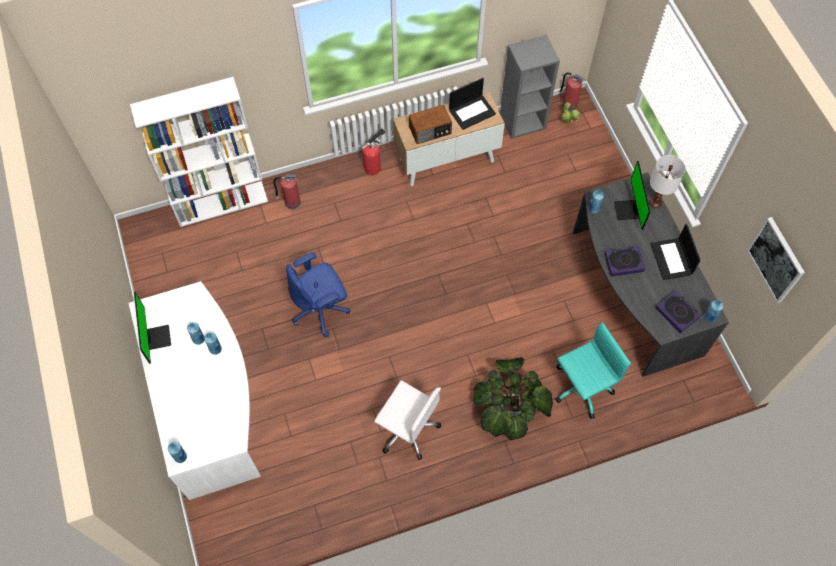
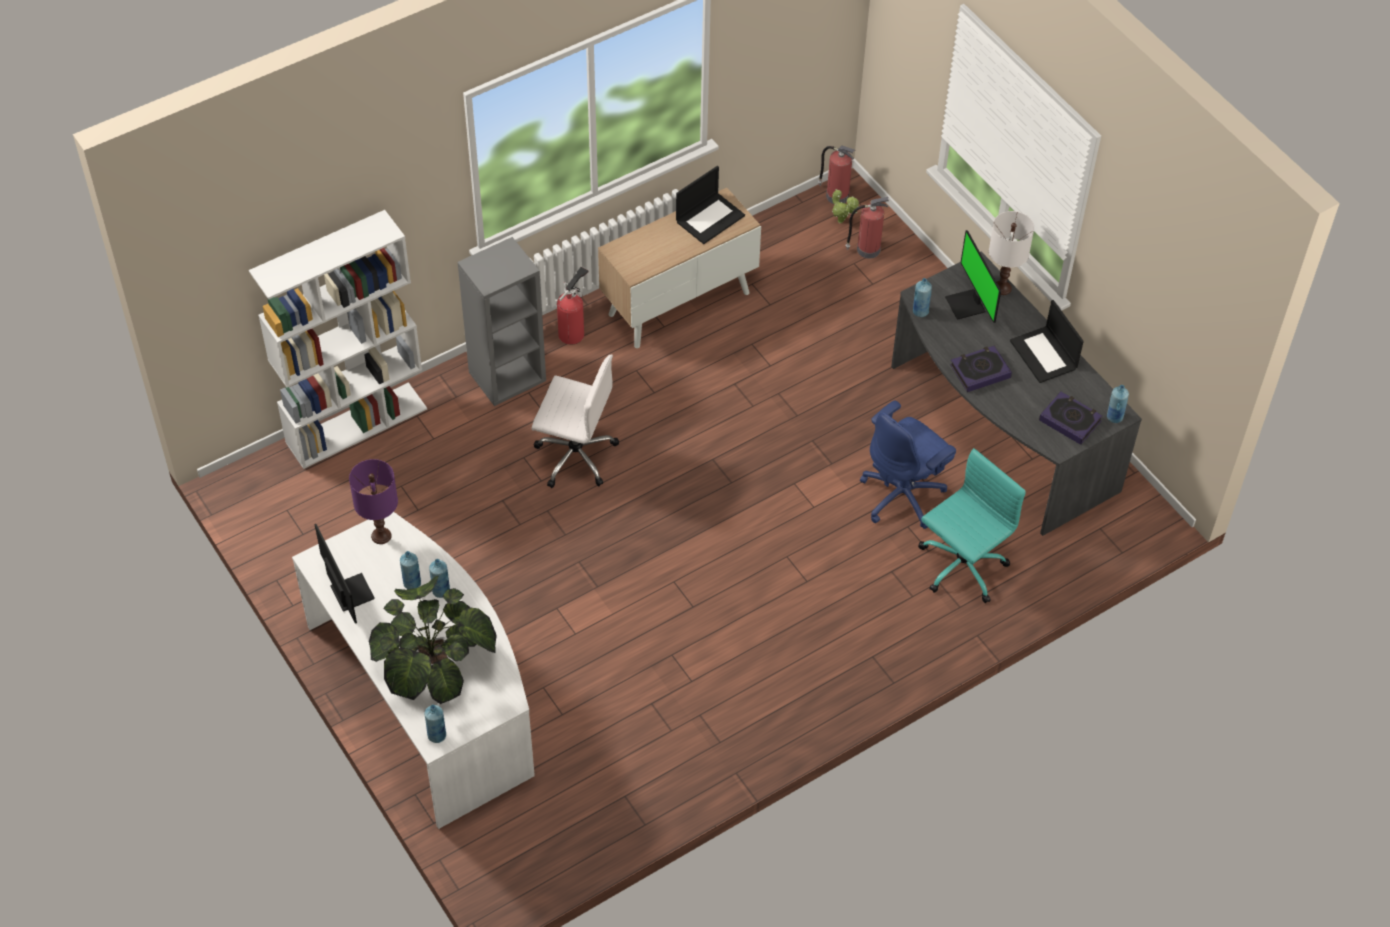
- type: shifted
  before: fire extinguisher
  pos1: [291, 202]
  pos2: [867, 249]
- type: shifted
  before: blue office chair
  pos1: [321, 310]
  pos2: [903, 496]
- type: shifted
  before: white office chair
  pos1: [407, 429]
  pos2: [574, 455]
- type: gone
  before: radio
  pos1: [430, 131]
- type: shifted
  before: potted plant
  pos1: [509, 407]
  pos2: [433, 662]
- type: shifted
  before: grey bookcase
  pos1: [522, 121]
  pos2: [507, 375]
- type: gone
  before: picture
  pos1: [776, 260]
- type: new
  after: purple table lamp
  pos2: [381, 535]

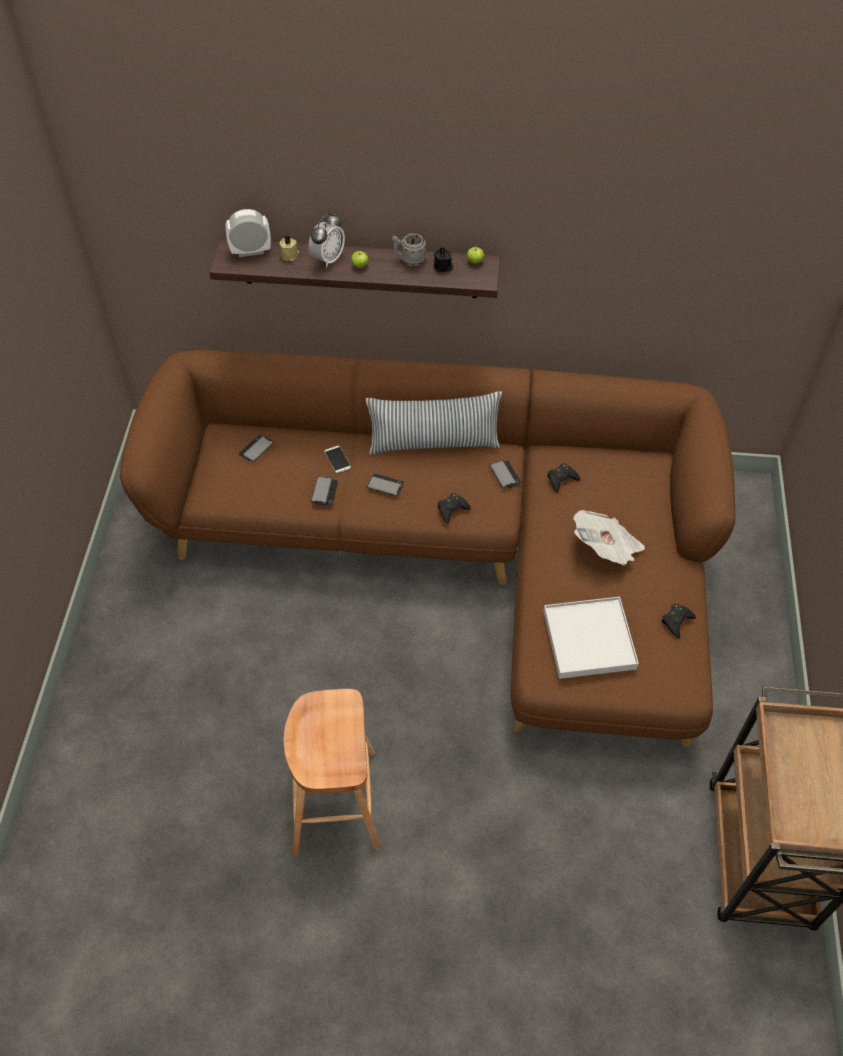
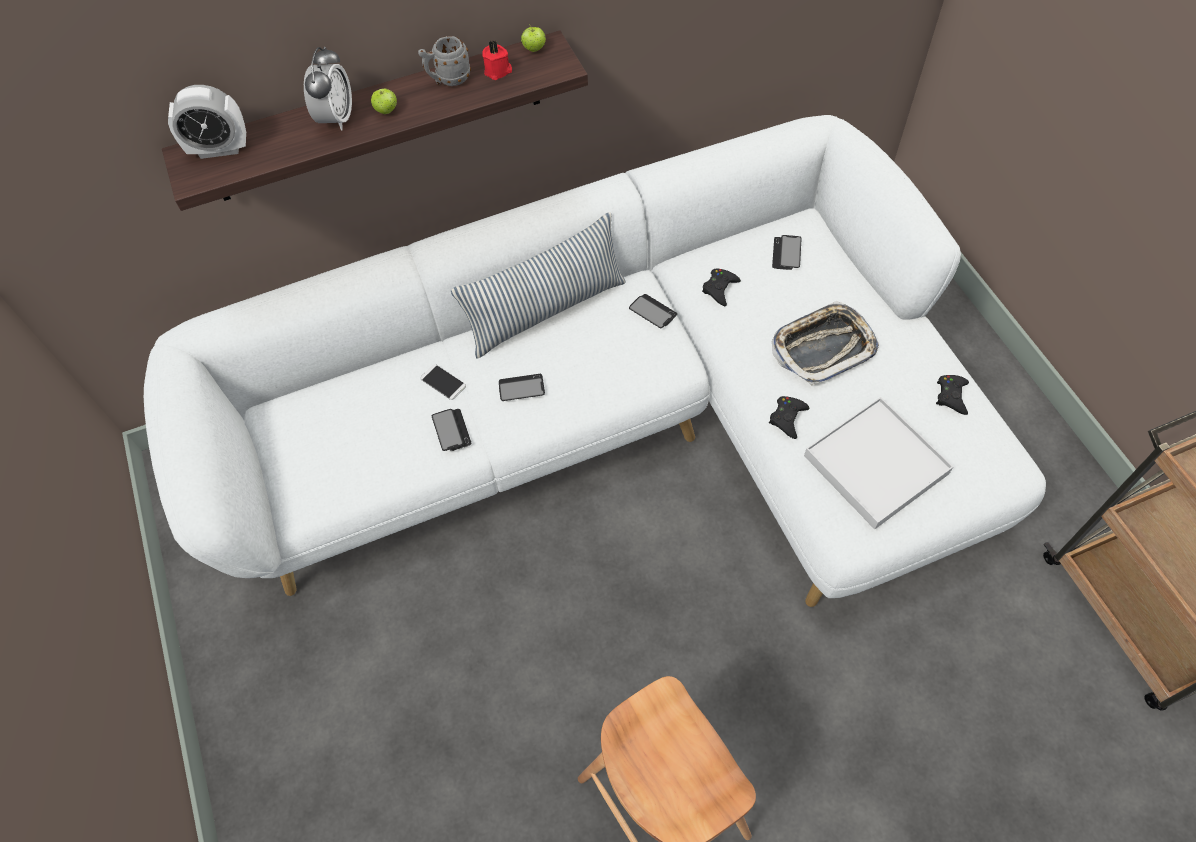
- type: repainted
  before: brown sofa
  after: white sofa
  pos1: [465, 552]
  pos2: [627, 423]
- type: rotated
  before: alarm clock
  pos1: [251, 251]
  pos2: [219, 149]
  turn: -150
- type: shifted
  before: phone
  pos1: [256, 449]
  pos2: [786, 253]
- type: gone
  before: beige candle
  pos1: [290, 255]
- type: repainted
  before: black candle
  after: red candle
  pos1: [443, 267]
  pos2: [498, 71]
- type: shifted
  before: black game controller
  pos1: [452, 509]
  pos2: [787, 418]
- type: swapped
  before: newspaper
  after: tray
  pos1: [606, 548]
  pos2: [823, 347]

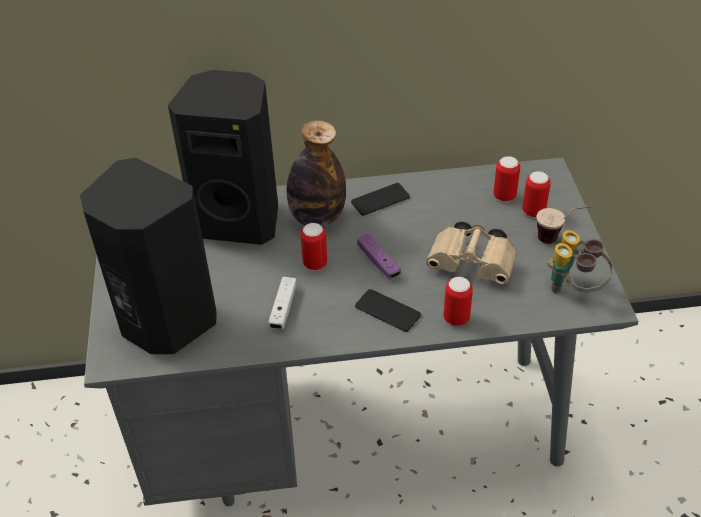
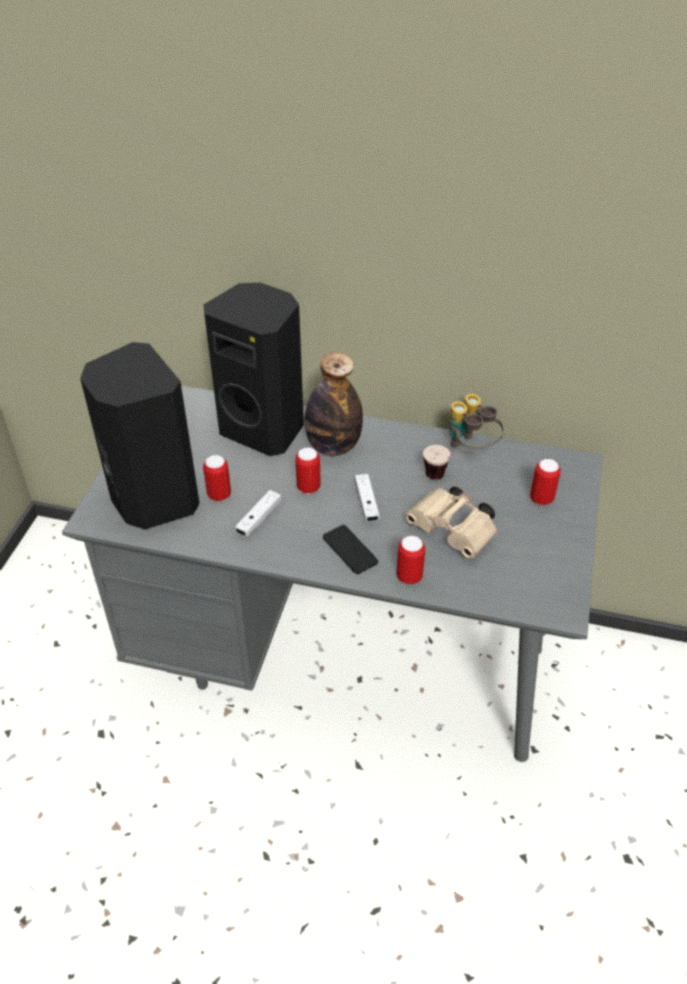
- type: gone
  before: phone
  pos1: [380, 200]
- type: repainted
  before: purple game controller
  after: white game controller
  pos1: [378, 262]
  pos2: [366, 503]
- type: shifted
  before: can
  pos1: [504, 196]
  pos2: [219, 495]
- type: shifted
  before: cup
  pos1: [559, 238]
  pos2: [445, 477]
- type: shifted
  before: binoculars
  pos1: [574, 288]
  pos2: [471, 449]

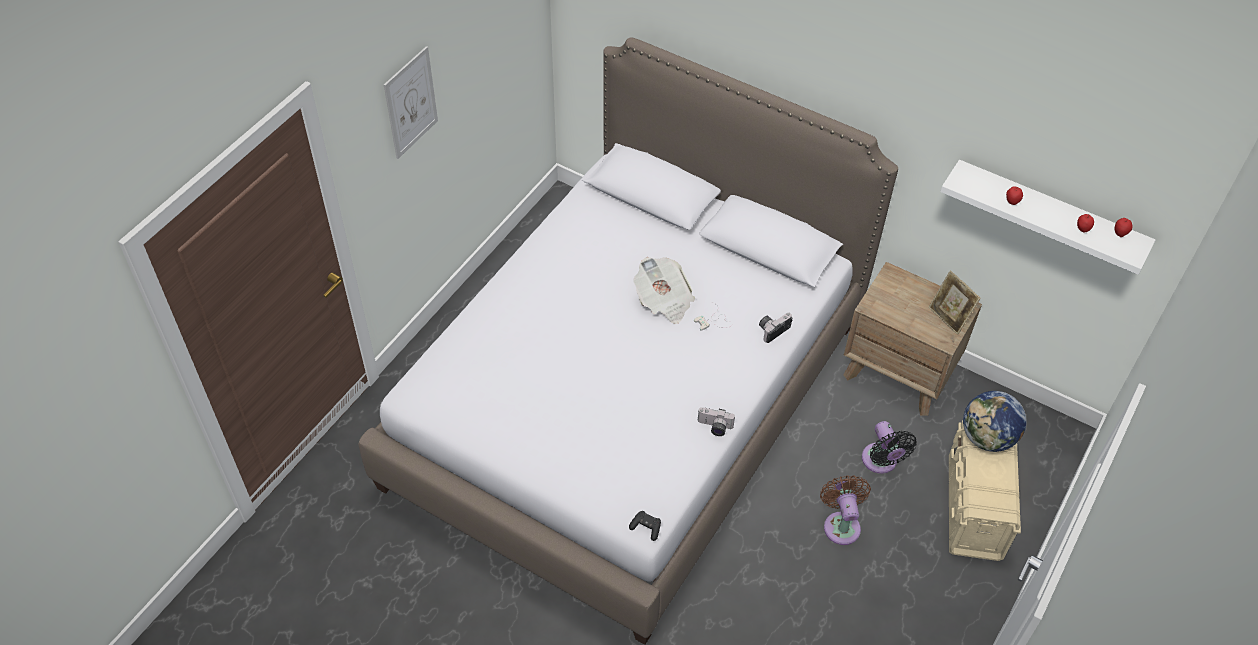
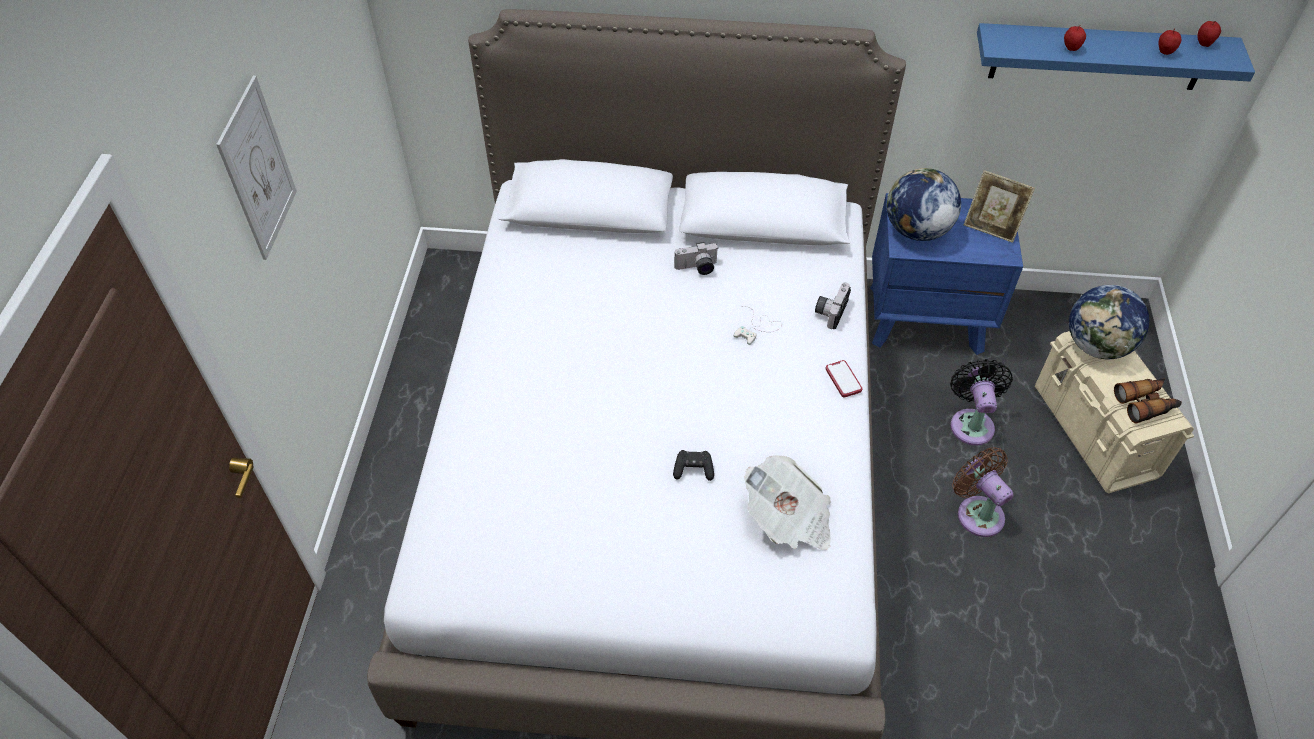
- type: shifted
  before: black game controller
  pos1: [646, 528]
  pos2: [693, 469]
- type: shifted
  before: newspaper
  pos1: [664, 300]
  pos2: [788, 519]
- type: shifted
  before: photo camera
  pos1: [714, 427]
  pos2: [697, 268]
- type: repainted
  before: brown nightstand
  after: blue nightstand
  pos1: [899, 373]
  pos2: [926, 318]
- type: rotated
  before: black fan
  pos1: [881, 462]
  pos2: [971, 423]
  turn: -135
- type: repainted
  before: white shelf
  after: blue shelf
  pos1: [1048, 215]
  pos2: [1099, 57]
- type: new
  after: phone
  pos2: [843, 379]
- type: new
  after: globe
  pos2: [916, 230]
- type: new
  after: binoculars
  pos2: [1145, 404]

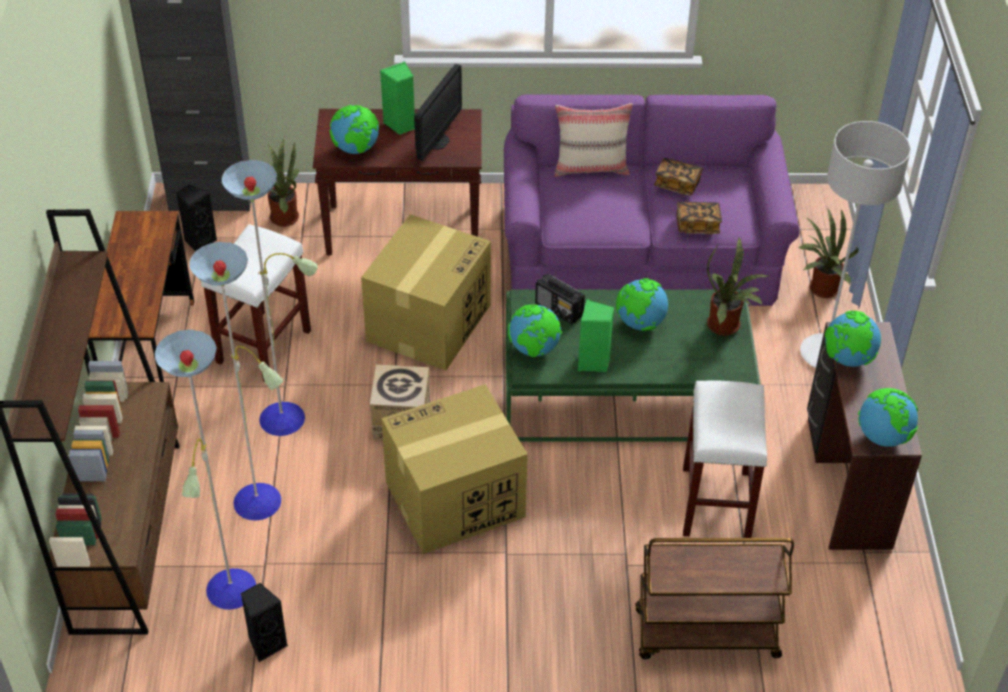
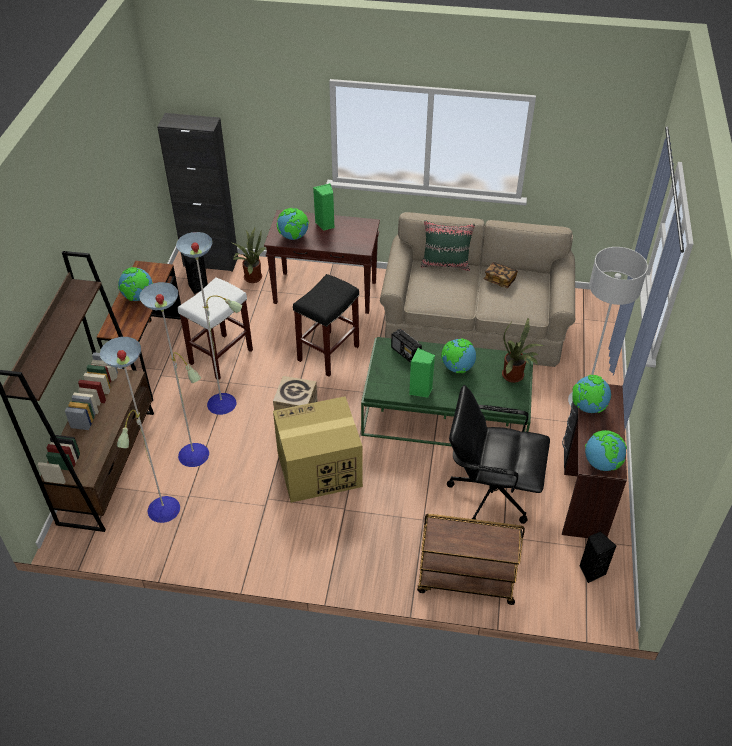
- type: shifted
  before: black speaker
  pos1: [266, 643]
  pos2: [591, 571]
- type: swapped
  before: cardboard box
  after: black stool
  pos1: [429, 322]
  pos2: [328, 352]
- type: gone
  before: monitor
  pos1: [437, 141]
- type: repainted
  before: purple sofa
  after: beige sofa
  pos1: [640, 253]
  pos2: [475, 323]
- type: shifted
  before: globe
  pos1: [534, 350]
  pos2: [138, 297]
- type: repainted
  before: beige pillow
  after: green pillow
  pos1: [591, 167]
  pos2: [446, 264]
- type: gone
  before: book
  pos1: [697, 225]
- type: swapped
  before: white stool
  after: black office chair
  pos1: [715, 502]
  pos2: [490, 492]
- type: gone
  before: potted plant
  pos1: [820, 289]

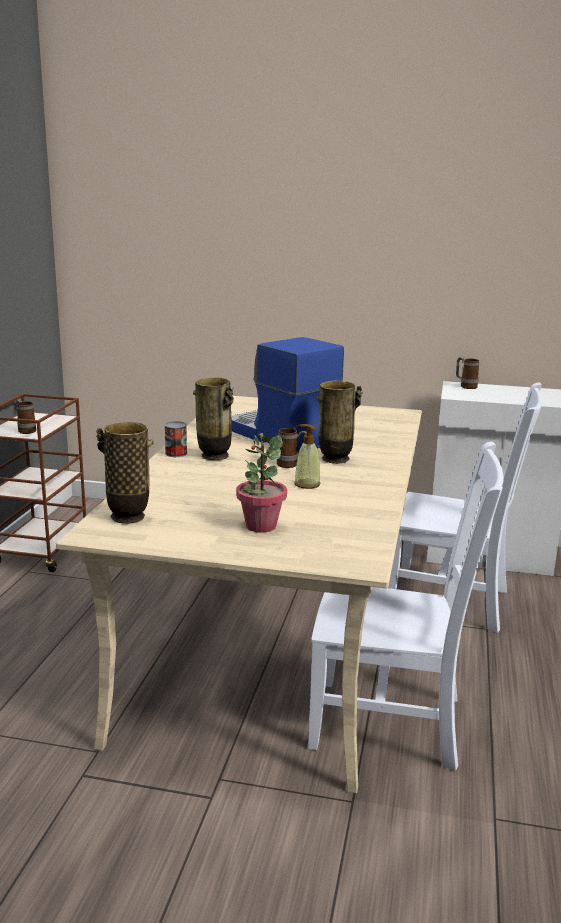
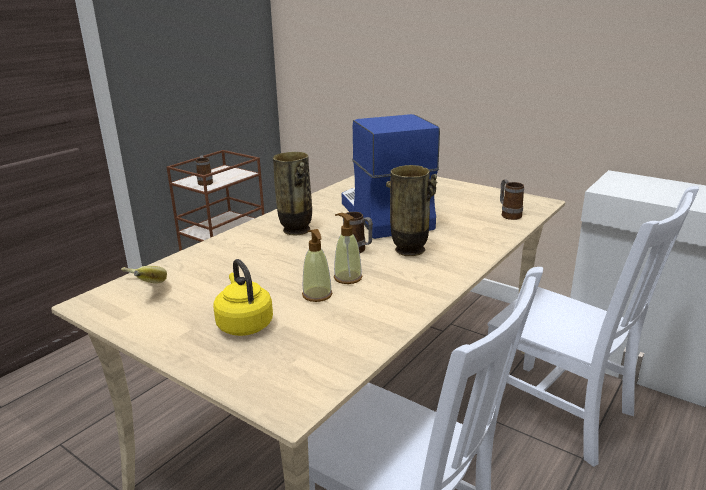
- type: swapped
  before: vase
  after: banana
  pos1: [128, 517]
  pos2: [141, 289]
- type: gone
  before: can
  pos1: [176, 453]
- type: swapped
  before: potted plant
  after: yellow kettle
  pos1: [260, 526]
  pos2: [244, 324]
- type: shifted
  before: mug
  pos1: [465, 386]
  pos2: [509, 215]
- type: new
  after: soap dispenser
  pos2: [317, 295]

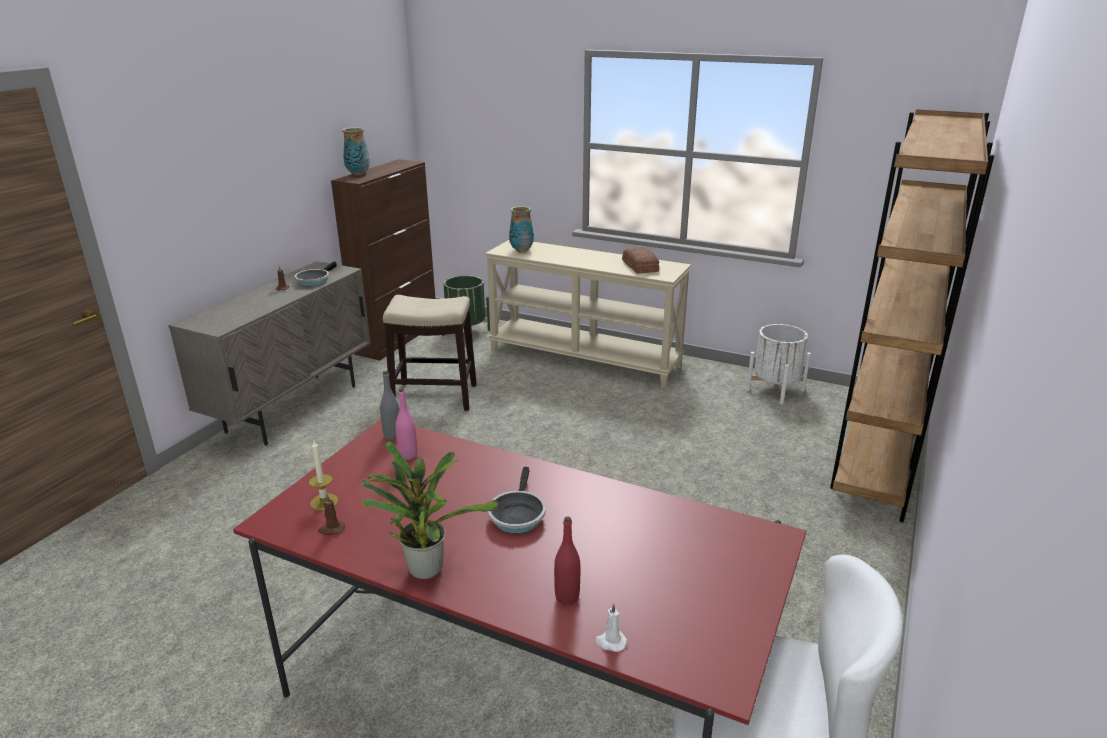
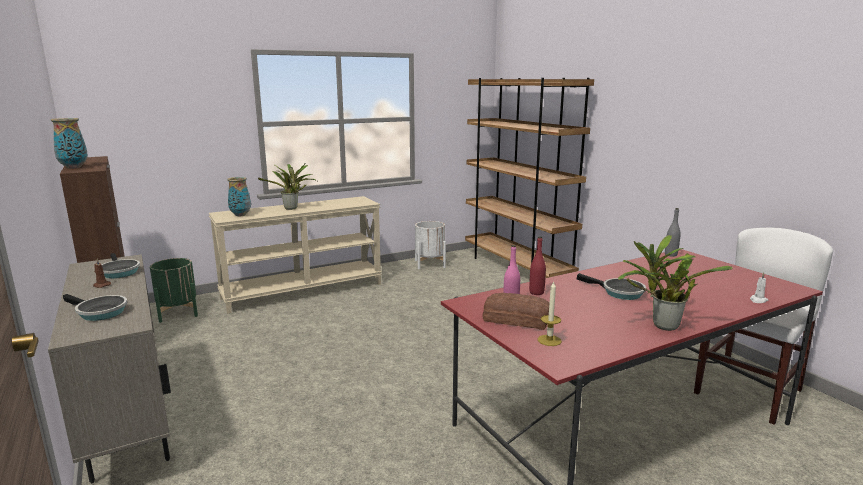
- type: gone
  before: brown candle
  pos1: [331, 529]
- type: shifted
  before: grey bottle
  pos1: [392, 435]
  pos2: [670, 255]
- type: gone
  before: stool
  pos1: [435, 396]
- type: shifted
  before: red bottle
  pos1: [567, 596]
  pos2: [536, 292]
- type: shifted
  before: bread
  pos1: [640, 266]
  pos2: [516, 318]
- type: new
  after: frying pan
  pos2: [99, 312]
- type: new
  after: potted plant
  pos2: [292, 208]

